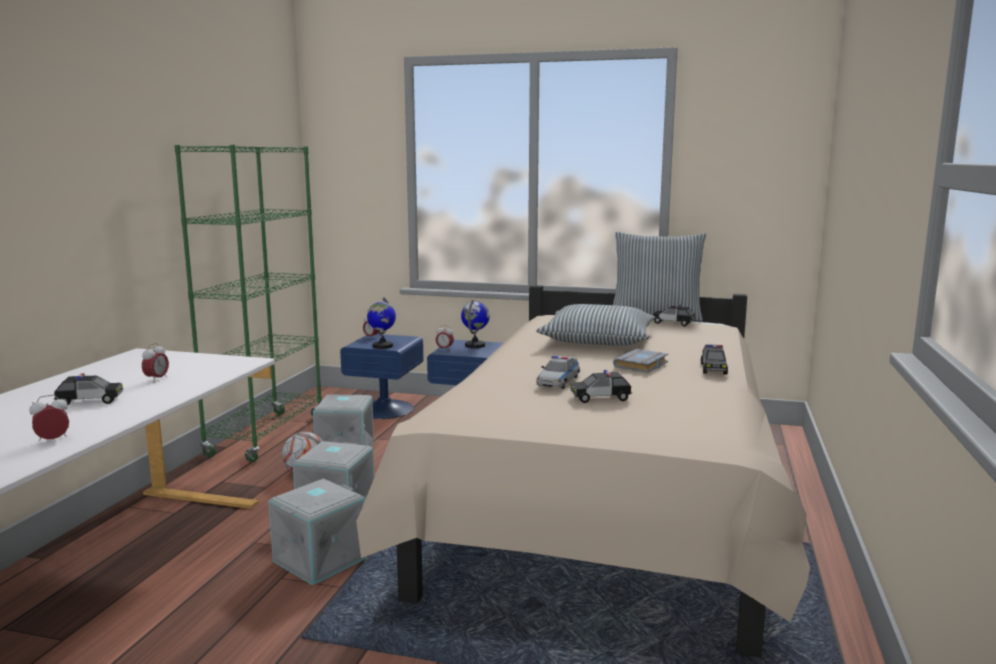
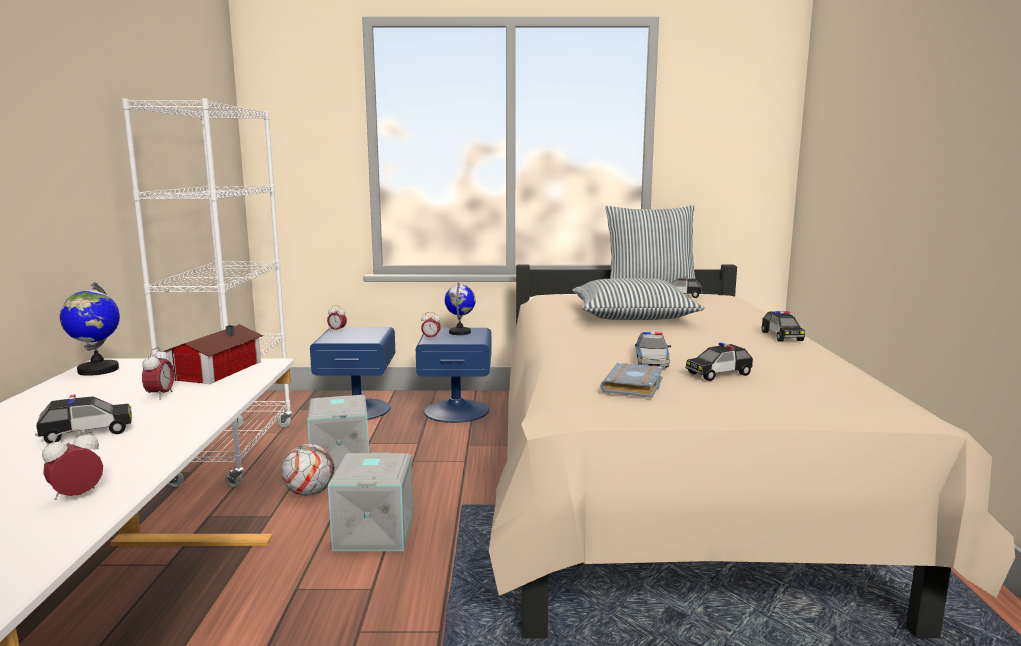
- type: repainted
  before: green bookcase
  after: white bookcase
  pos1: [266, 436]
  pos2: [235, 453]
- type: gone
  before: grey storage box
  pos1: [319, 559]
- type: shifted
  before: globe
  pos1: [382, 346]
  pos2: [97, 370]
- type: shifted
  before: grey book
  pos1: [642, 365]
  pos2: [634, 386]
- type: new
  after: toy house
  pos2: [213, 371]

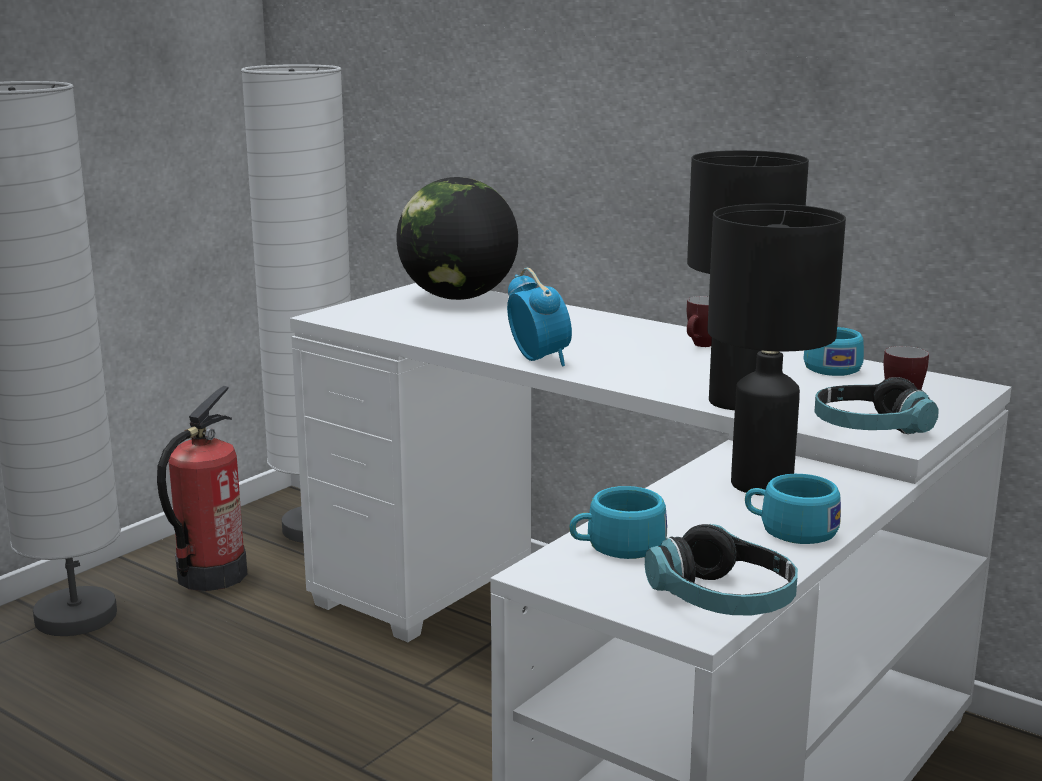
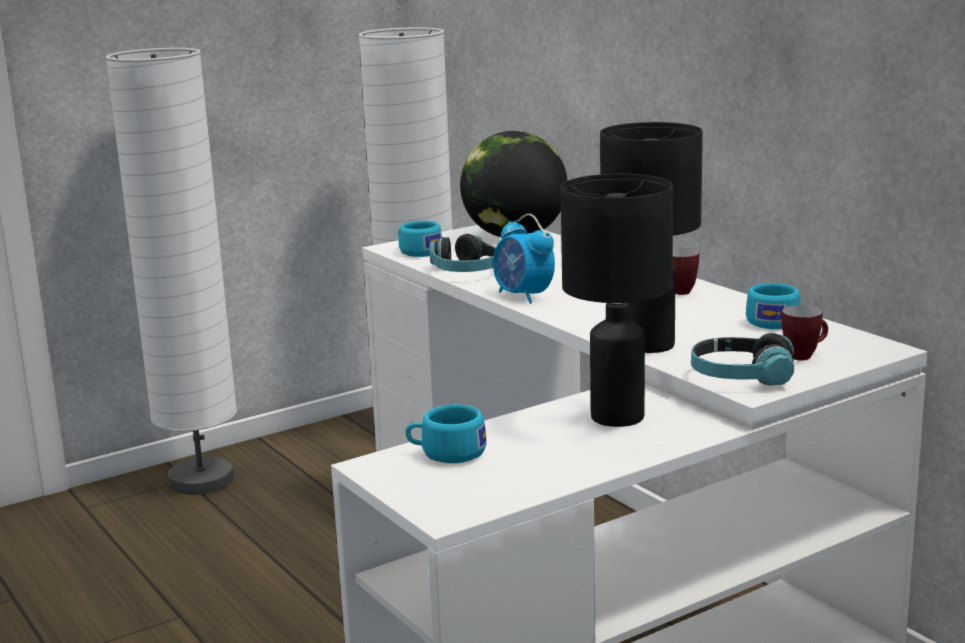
- type: gone
  before: fire extinguisher
  pos1: [210, 575]
- type: rotated
  before: alarm clock
  pos1: [539, 359]
  pos2: [524, 296]
  turn: 150
- type: shifted
  before: headphones
  pos1: [723, 599]
  pos2: [465, 271]
- type: shifted
  before: turquoise cup
  pos1: [790, 530]
  pos2: [417, 251]

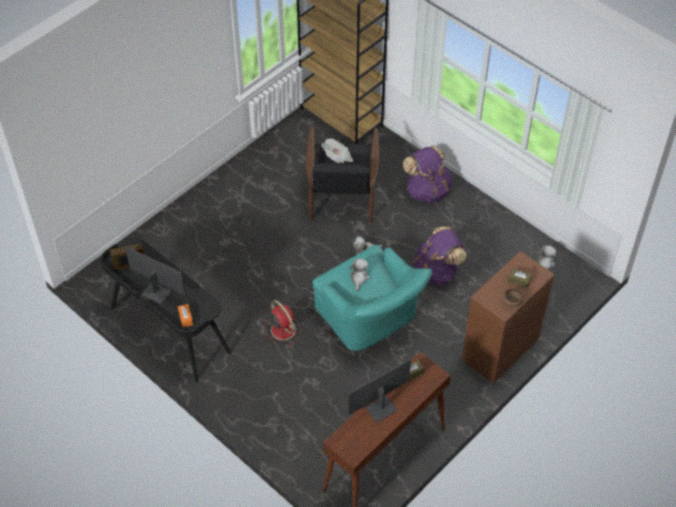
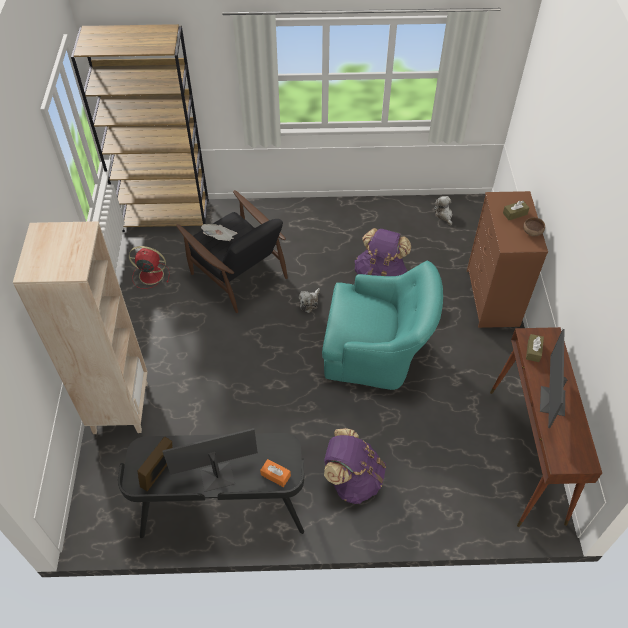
- type: shifted
  before: red fan
  pos1: [282, 329]
  pos2: [150, 275]
- type: gone
  before: plush toy
  pos1: [359, 278]
- type: shifted
  before: purple backpack
  pos1: [427, 190]
  pos2: [352, 479]
- type: new
  after: beige bookcase
  pos2: [120, 407]

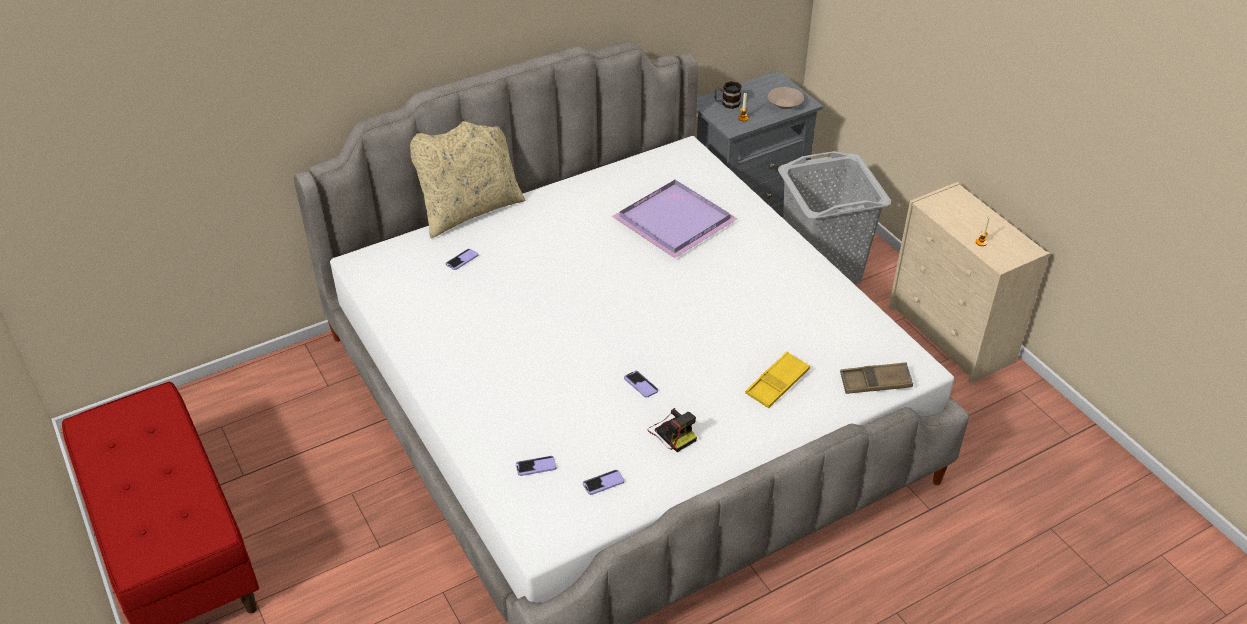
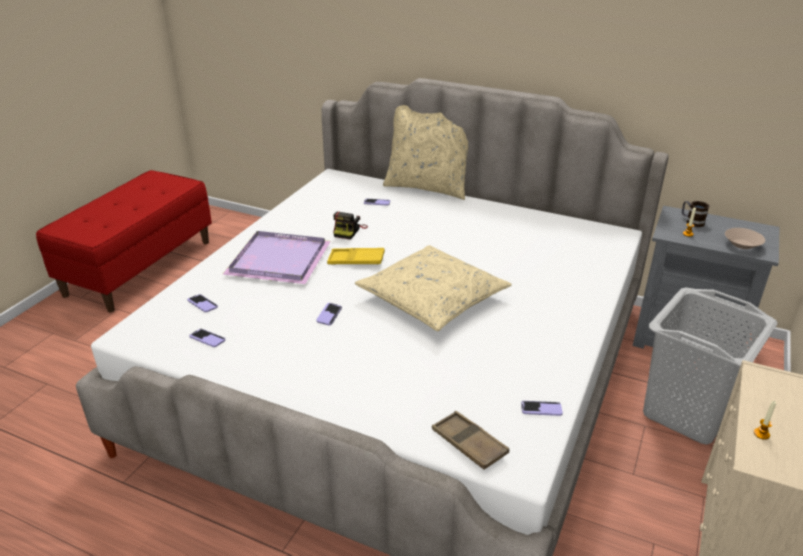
- type: shifted
  before: purple tray
  pos1: [674, 219]
  pos2: [281, 259]
- type: shifted
  before: photo camera
  pos1: [672, 433]
  pos2: [349, 231]
- type: shifted
  before: yellow tray
  pos1: [777, 383]
  pos2: [356, 260]
- type: new
  after: beige pillow
  pos2: [432, 298]
- type: new
  after: phone
  pos2: [541, 409]

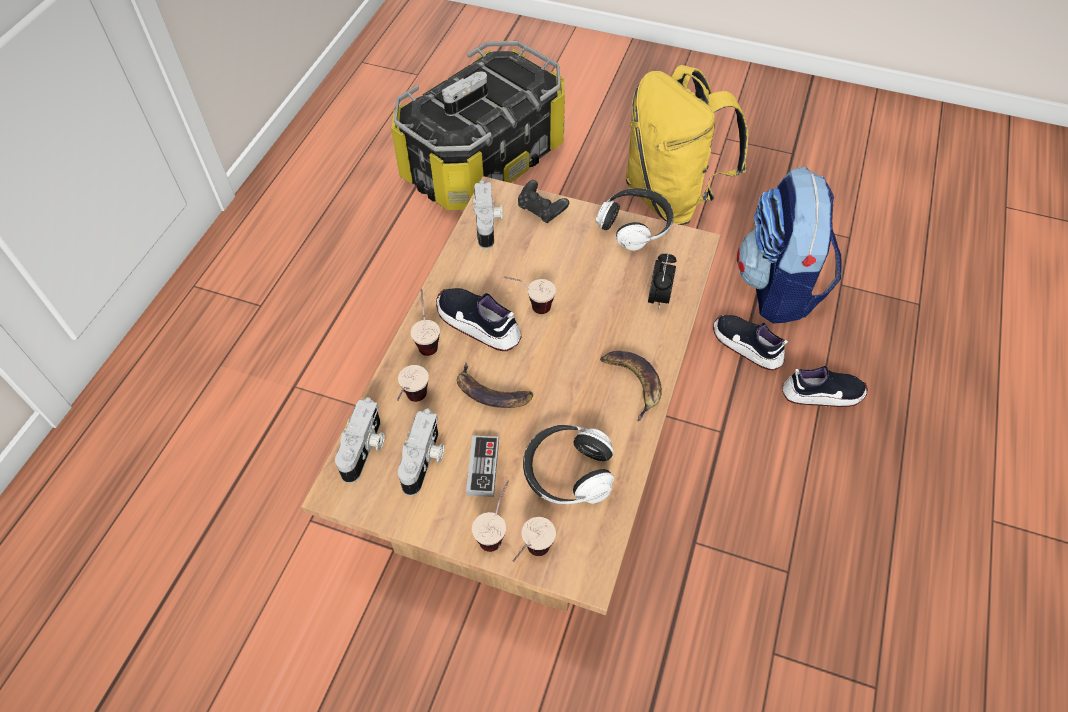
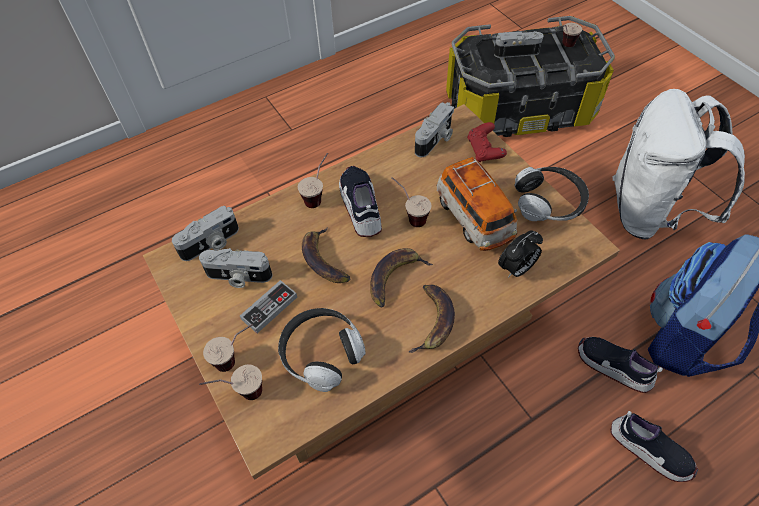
- type: shifted
  before: cup
  pos1: [413, 404]
  pos2: [563, 46]
- type: rotated
  before: photo camera
  pos1: [424, 460]
  pos2: [238, 277]
  turn: 45
- type: repainted
  before: black game controller
  after: red game controller
  pos1: [541, 210]
  pos2: [484, 151]
- type: repainted
  before: yellow backpack
  after: white backpack
  pos1: [672, 198]
  pos2: [649, 213]
- type: rotated
  before: shoe
  pos1: [747, 346]
  pos2: [613, 367]
  turn: -45
- type: new
  after: banana
  pos2: [395, 277]
- type: new
  after: toy car
  pos2: [474, 218]

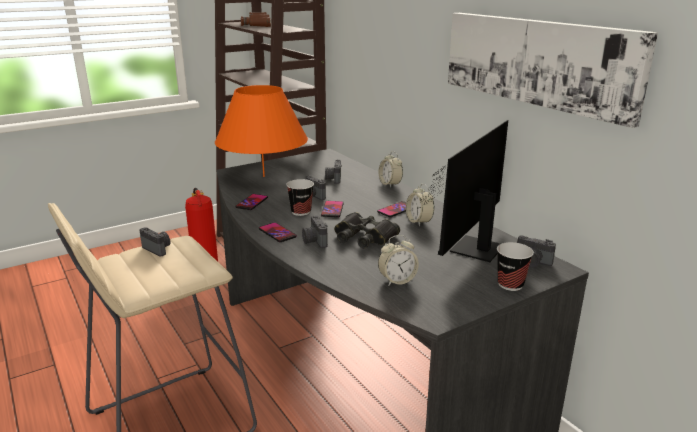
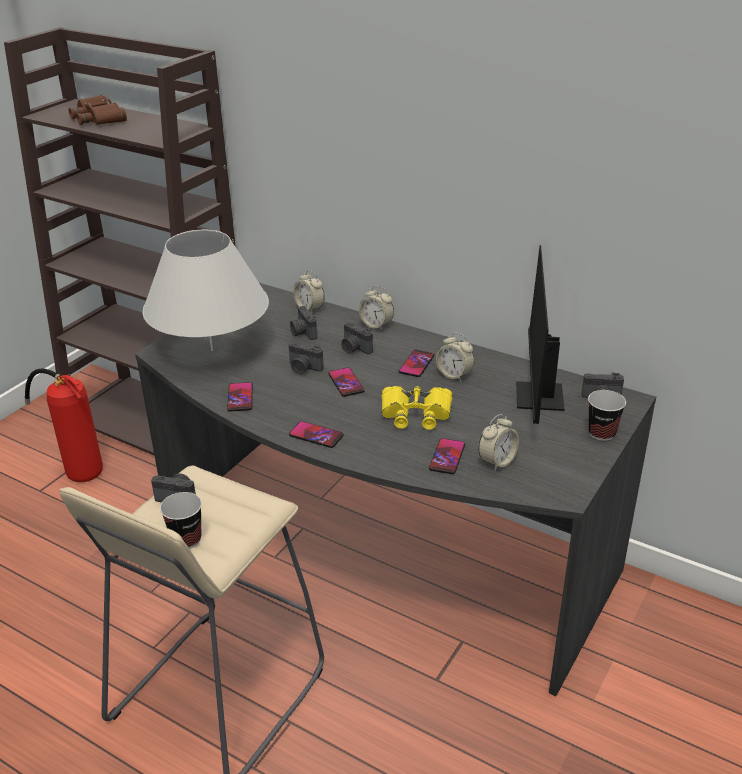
- type: repainted
  before: orange table lamp
  after: white table lamp
  pos1: [264, 176]
  pos2: [212, 350]
- type: shifted
  before: cup
  pos1: [301, 212]
  pos2: [186, 539]
- type: shifted
  before: photo camera
  pos1: [314, 241]
  pos2: [354, 349]
- type: repainted
  before: black binoculars
  after: yellow binoculars
  pos1: [364, 237]
  pos2: [416, 413]
- type: gone
  before: picture
  pos1: [538, 62]
- type: new
  after: alarm clock
  pos2: [309, 308]
- type: new
  after: phone
  pos2: [447, 457]

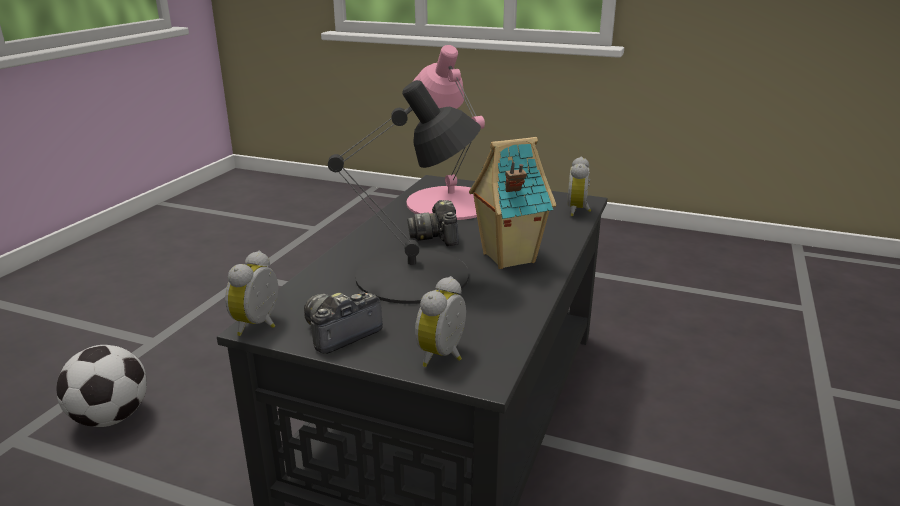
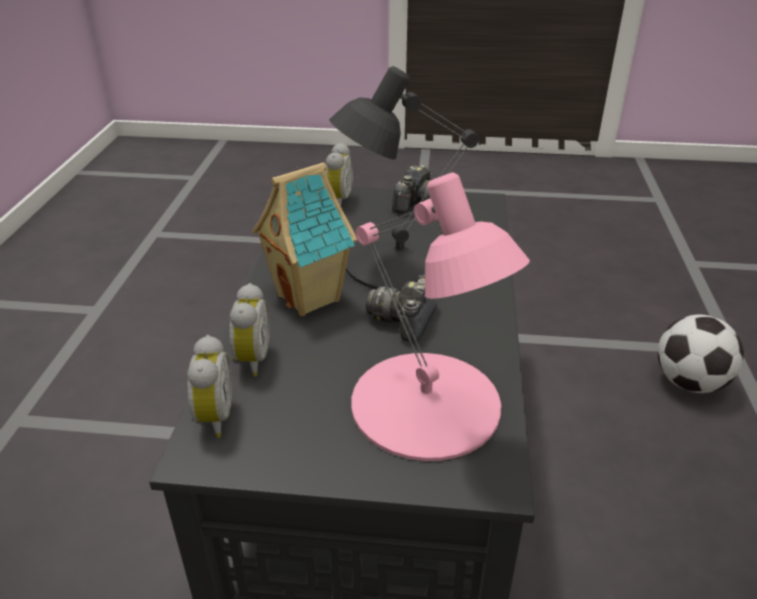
- type: shifted
  before: alarm clock
  pos1: [260, 325]
  pos2: [250, 359]
- type: rotated
  before: photo camera
  pos1: [437, 236]
  pos2: [405, 320]
  turn: -135

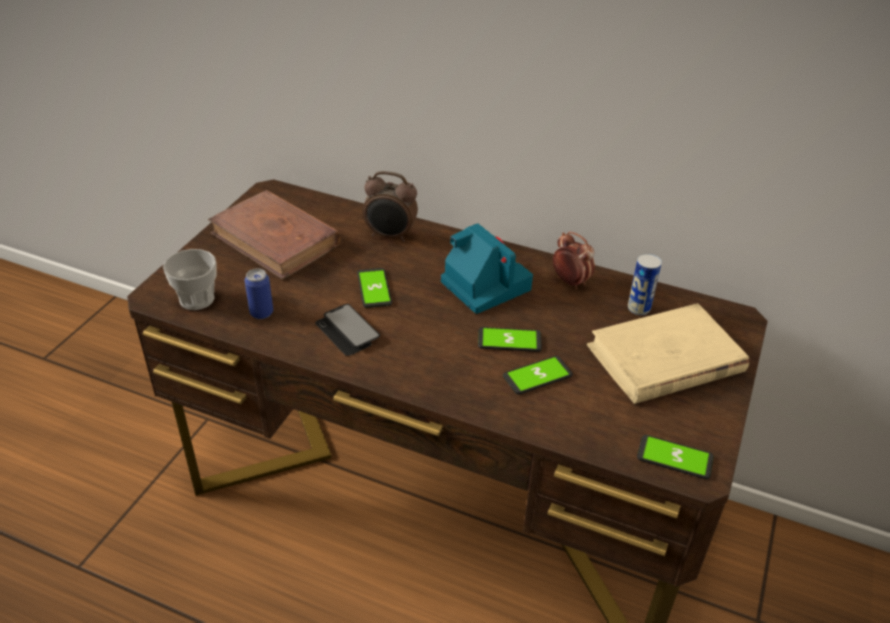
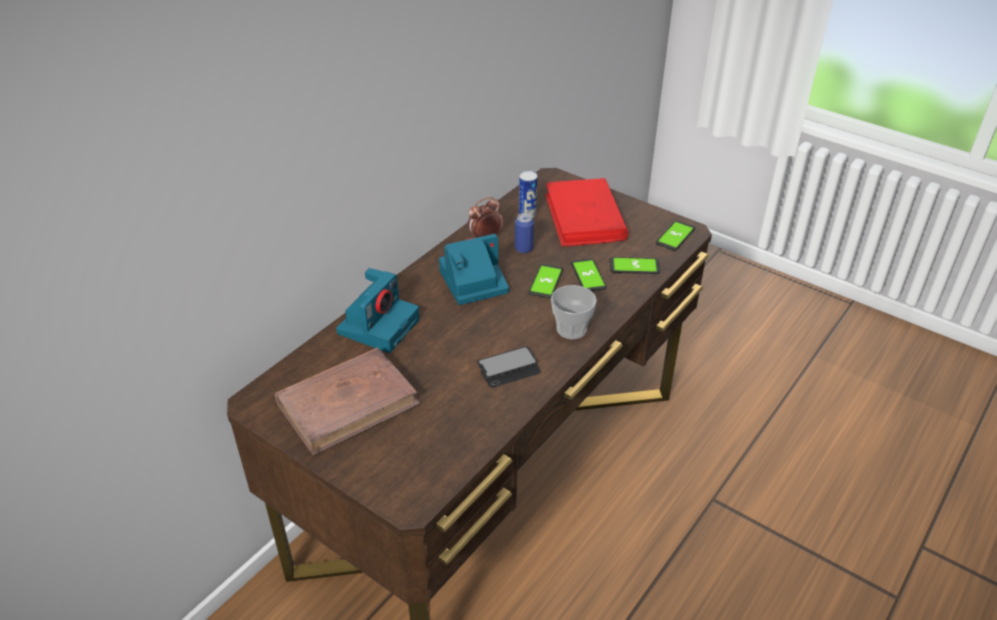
- type: shifted
  before: cup
  pos1: [197, 299]
  pos2: [571, 329]
- type: shifted
  before: can
  pos1: [261, 313]
  pos2: [523, 249]
- type: shifted
  before: phone
  pos1: [374, 289]
  pos2: [634, 266]
- type: swapped
  before: alarm clock
  after: photo camera
  pos1: [390, 236]
  pos2: [379, 325]
- type: repainted
  before: beige book
  after: red book
  pos1: [664, 359]
  pos2: [584, 217]

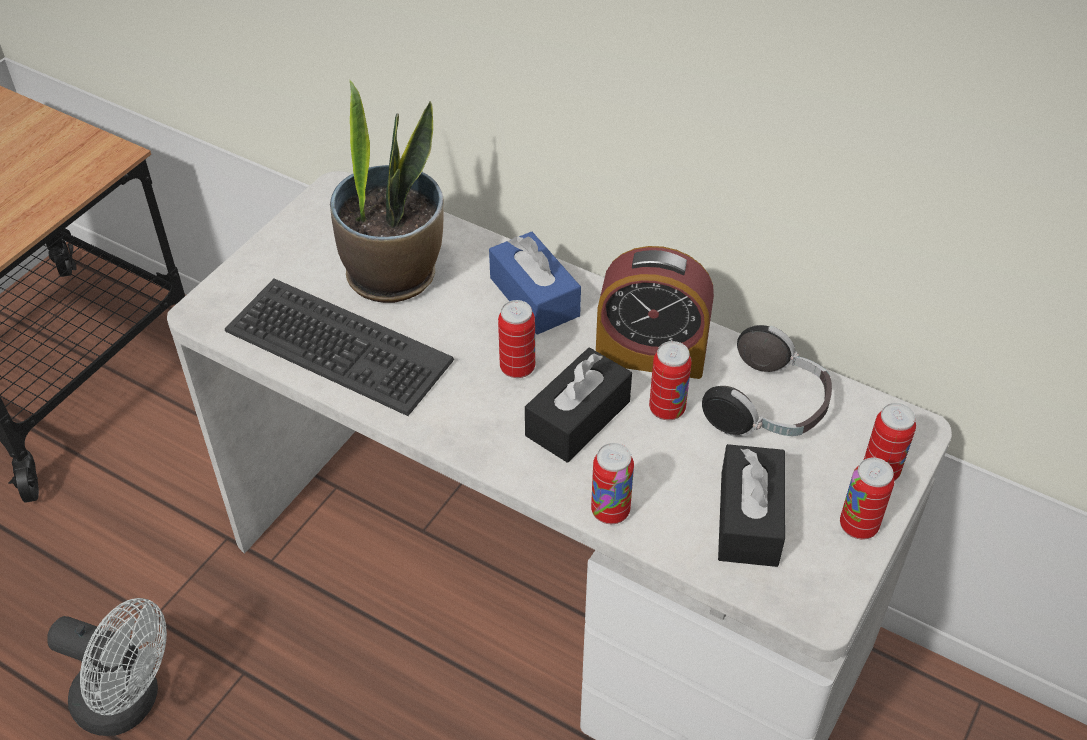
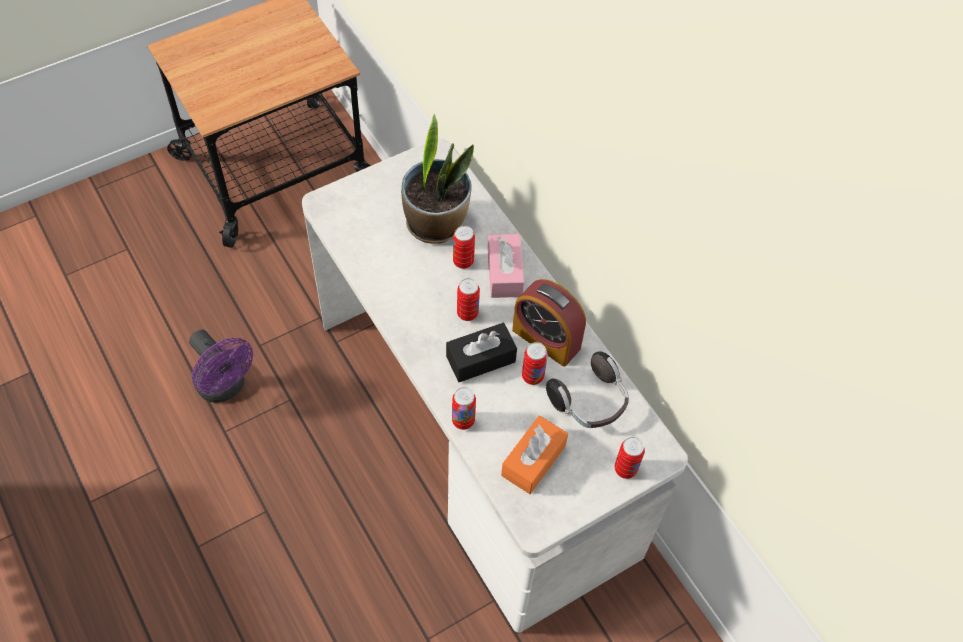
- type: repainted
  before: white fan
  after: purple fan
  pos1: [129, 702]
  pos2: [225, 387]
- type: gone
  before: keyboard
  pos1: [336, 348]
- type: repainted
  before: blue tissue box
  after: pink tissue box
  pos1: [534, 297]
  pos2: [504, 273]
- type: repainted
  before: black tissue box
  after: orange tissue box
  pos1: [749, 518]
  pos2: [533, 460]
- type: shifted
  before: can
  pos1: [858, 526]
  pos2: [463, 261]

